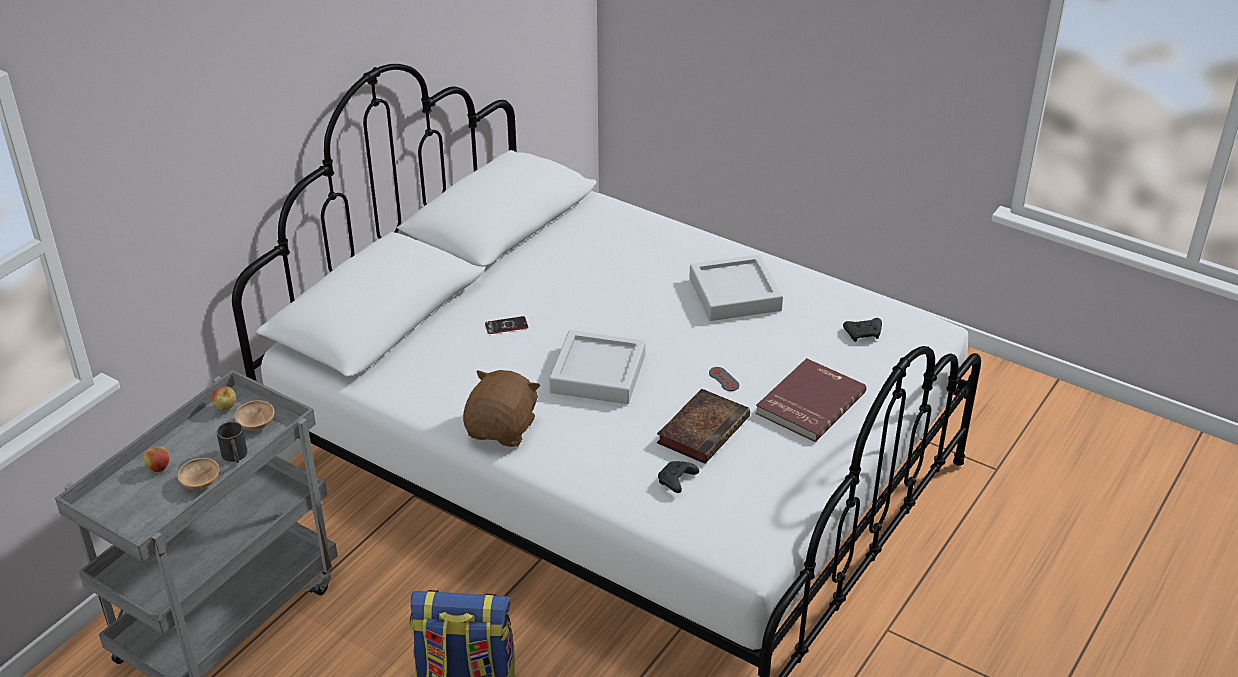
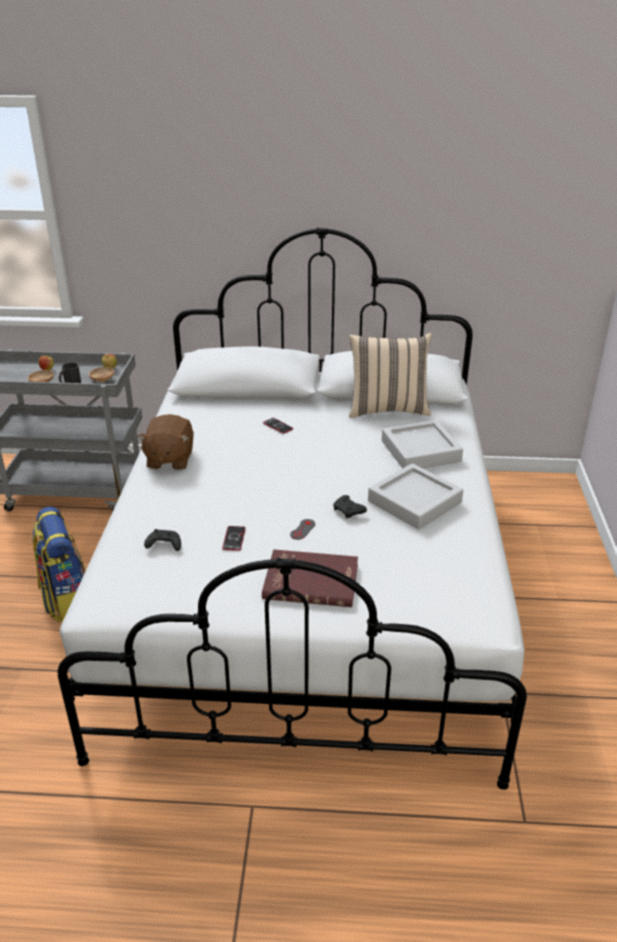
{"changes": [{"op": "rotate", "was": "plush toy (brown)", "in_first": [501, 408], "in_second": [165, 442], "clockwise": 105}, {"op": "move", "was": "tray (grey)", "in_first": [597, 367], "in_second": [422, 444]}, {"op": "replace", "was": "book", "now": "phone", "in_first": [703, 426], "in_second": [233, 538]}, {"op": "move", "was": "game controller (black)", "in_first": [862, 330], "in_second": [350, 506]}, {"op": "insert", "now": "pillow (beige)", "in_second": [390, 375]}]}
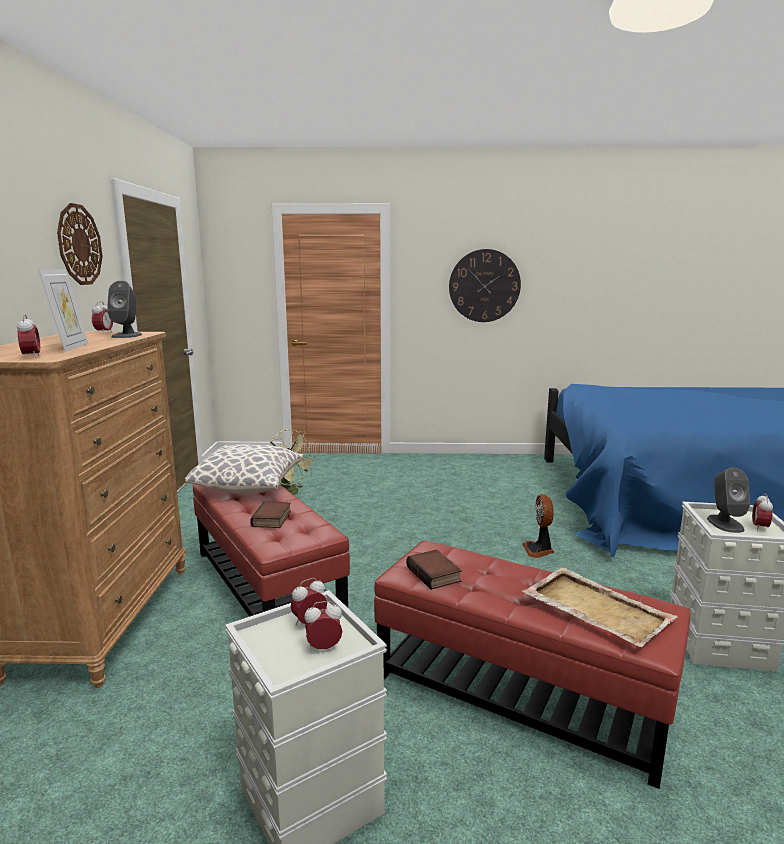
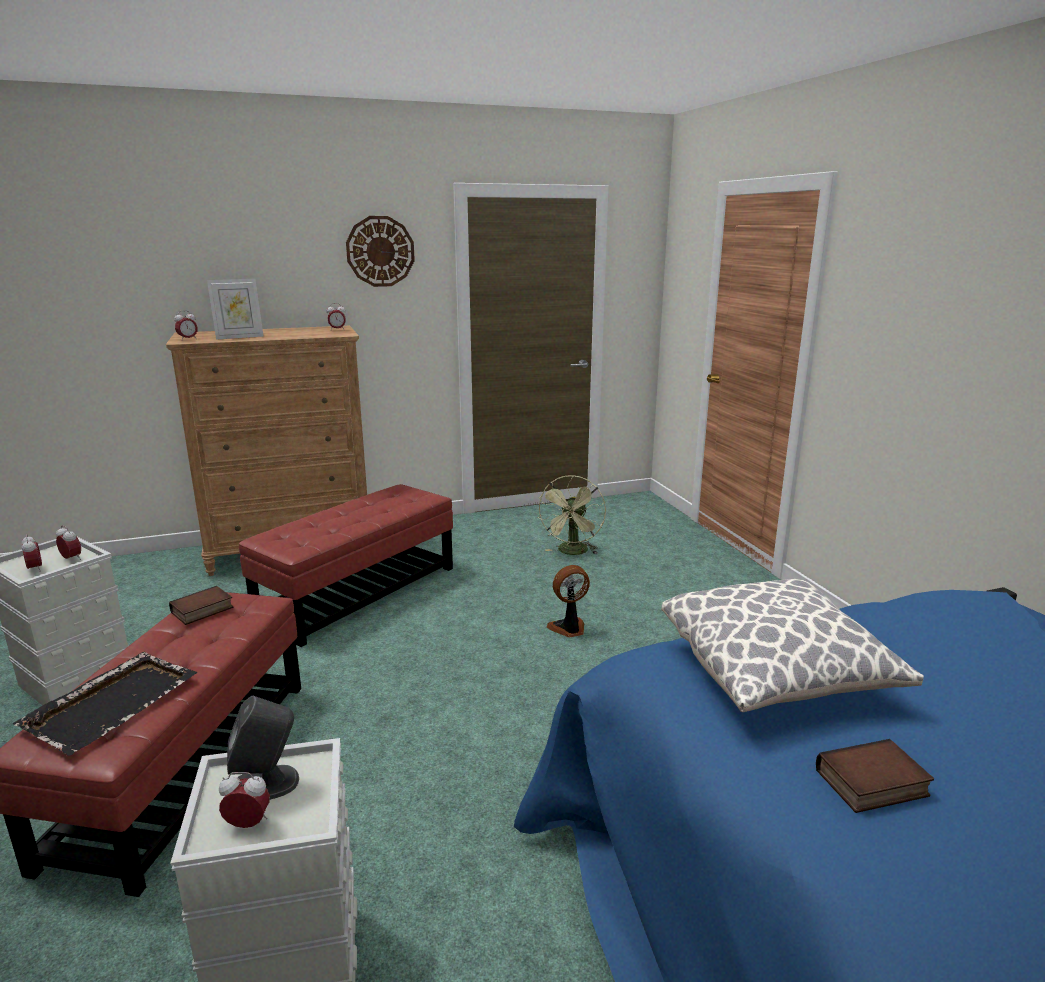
{"changes": [{"op": "delete", "was": "speaker (grey)", "in_first": [124, 309]}, {"op": "move", "was": "pillow", "in_first": [244, 469], "in_second": [792, 645]}, {"op": "move", "was": "book", "in_first": [270, 515], "in_second": [875, 776]}, {"op": "delete", "was": "wall clock", "in_first": [485, 285]}, {"op": "move", "was": "fan", "in_first": [538, 526], "in_second": [568, 601]}, {"op": "recolor", "was": "tray (beige)", "now": "tray (black)", "in_first": [600, 607], "in_second": [105, 703]}]}
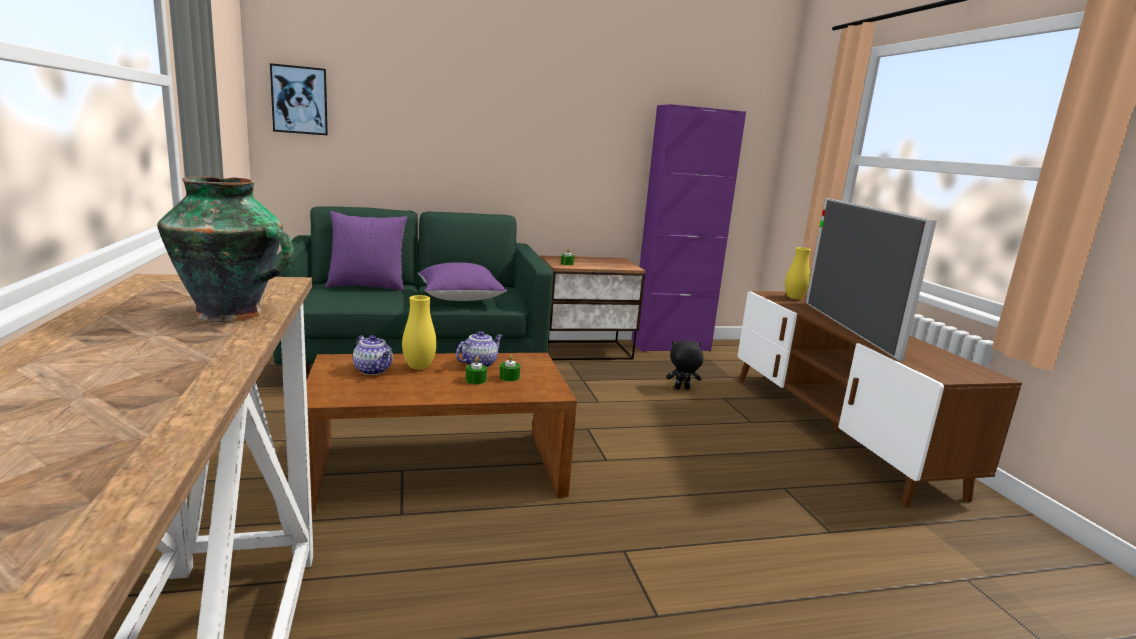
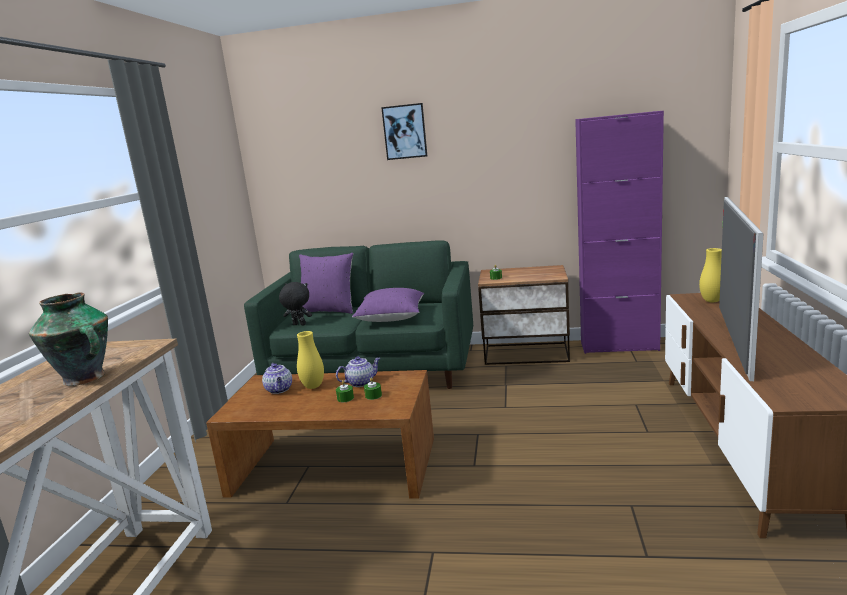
{"changes": [{"op": "move", "was": "picture", "in_first": [299, 99], "in_second": [404, 131]}, {"op": "move", "was": "plush toy (black)", "in_first": [685, 365], "in_second": [295, 303]}]}
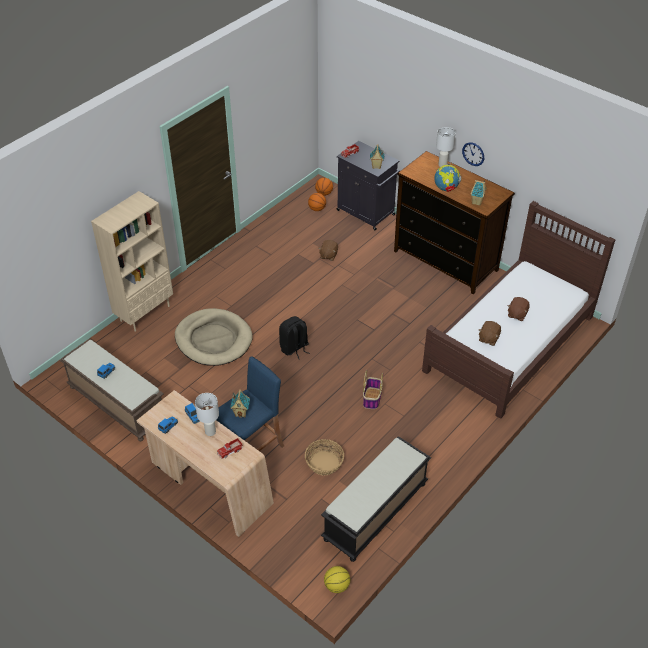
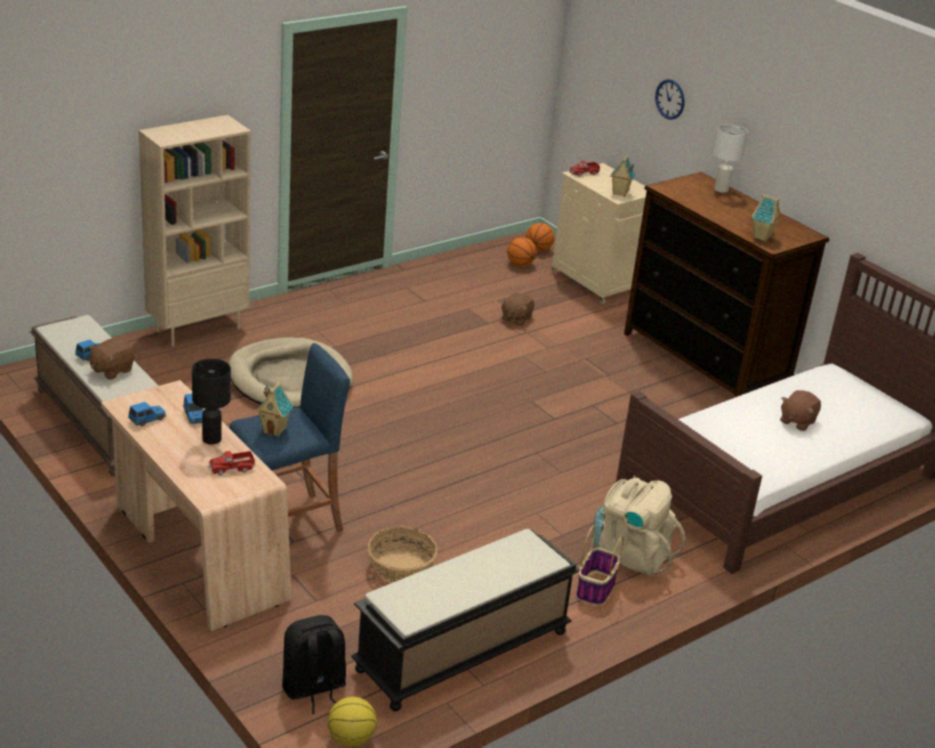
{"changes": [{"op": "recolor", "was": "table lamp (white)", "now": "table lamp (black)", "in_first": [207, 414], "in_second": [211, 402]}, {"op": "move", "was": "backpack (black)", "in_first": [294, 338], "in_second": [314, 664]}, {"op": "recolor", "was": "cabinet (black)", "now": "cabinet (beige)", "in_first": [368, 185], "in_second": [599, 234]}, {"op": "move", "was": "basket", "in_first": [373, 389], "in_second": [600, 565]}, {"op": "delete", "was": "globe", "in_first": [448, 177]}, {"op": "move", "was": "wall clock", "in_first": [473, 154], "in_second": [670, 99]}, {"op": "move", "was": "plush toy (brown)", "in_first": [490, 333], "in_second": [111, 359]}, {"op": "insert", "now": "backpack (beige)", "in_second": [639, 527]}]}
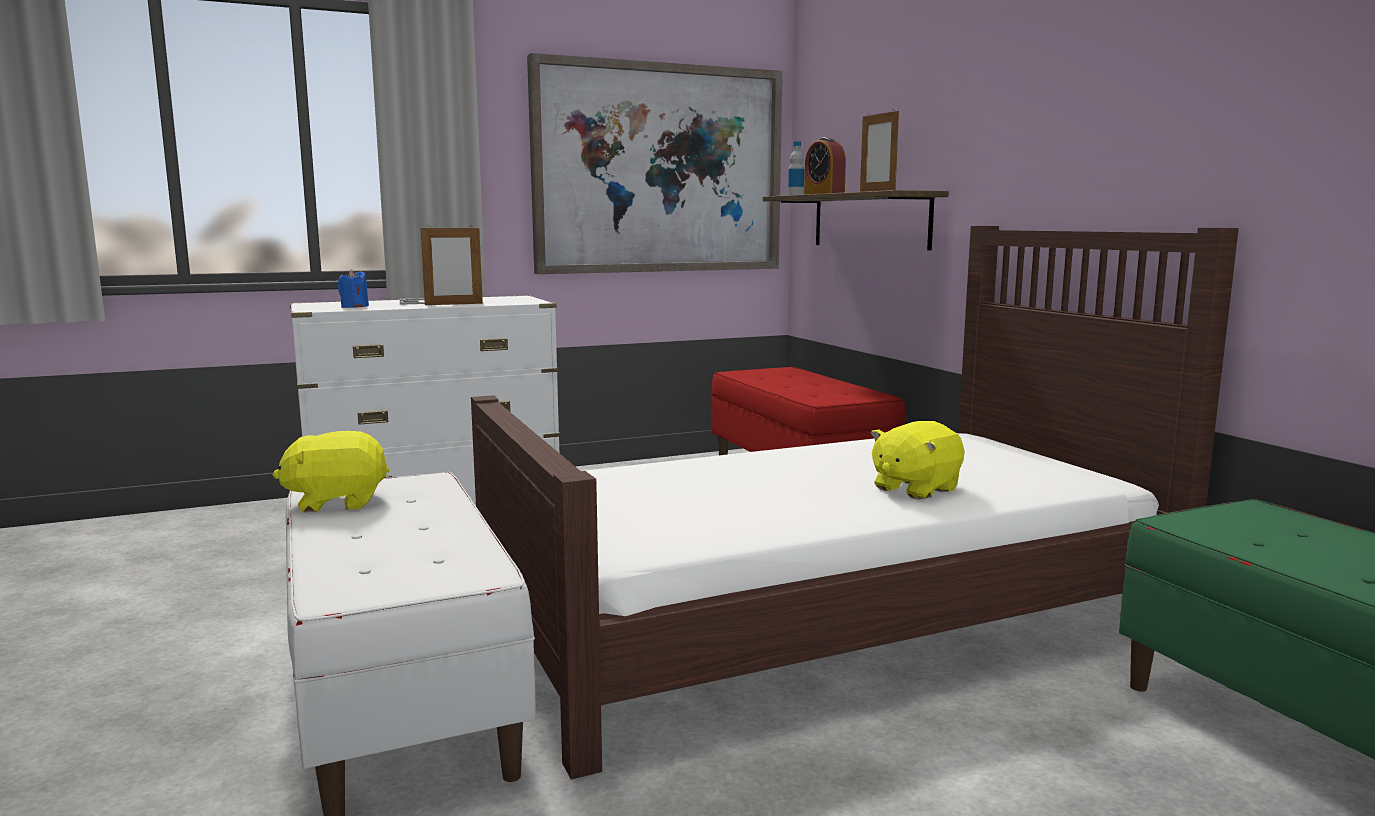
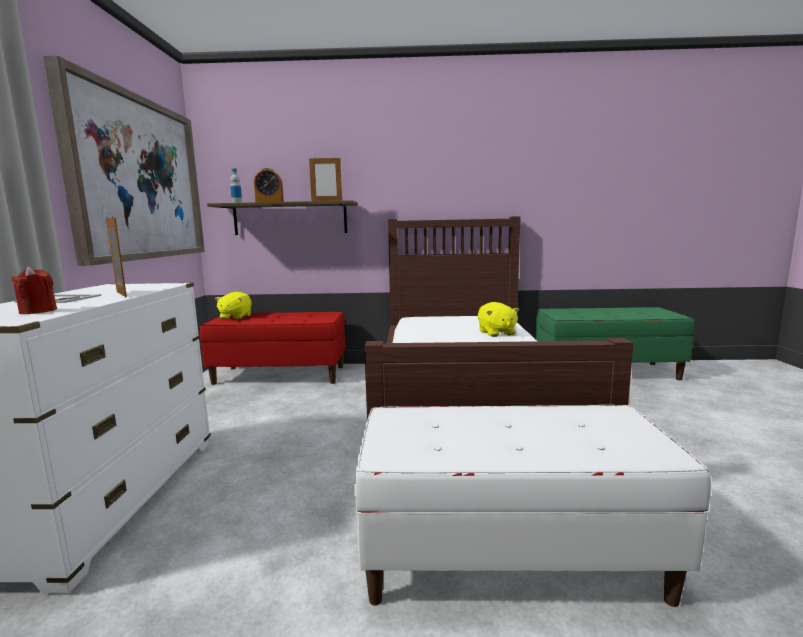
{"changes": [{"op": "move", "was": "plush toy (yellow)", "in_first": [331, 471], "in_second": [233, 306]}, {"op": "recolor", "was": "candle (blue)", "now": "candle (red)", "in_first": [353, 288], "in_second": [34, 290]}, {"op": "rotate", "was": "picture frame", "in_first": [451, 265], "in_second": [116, 256], "clockwise": -45}]}
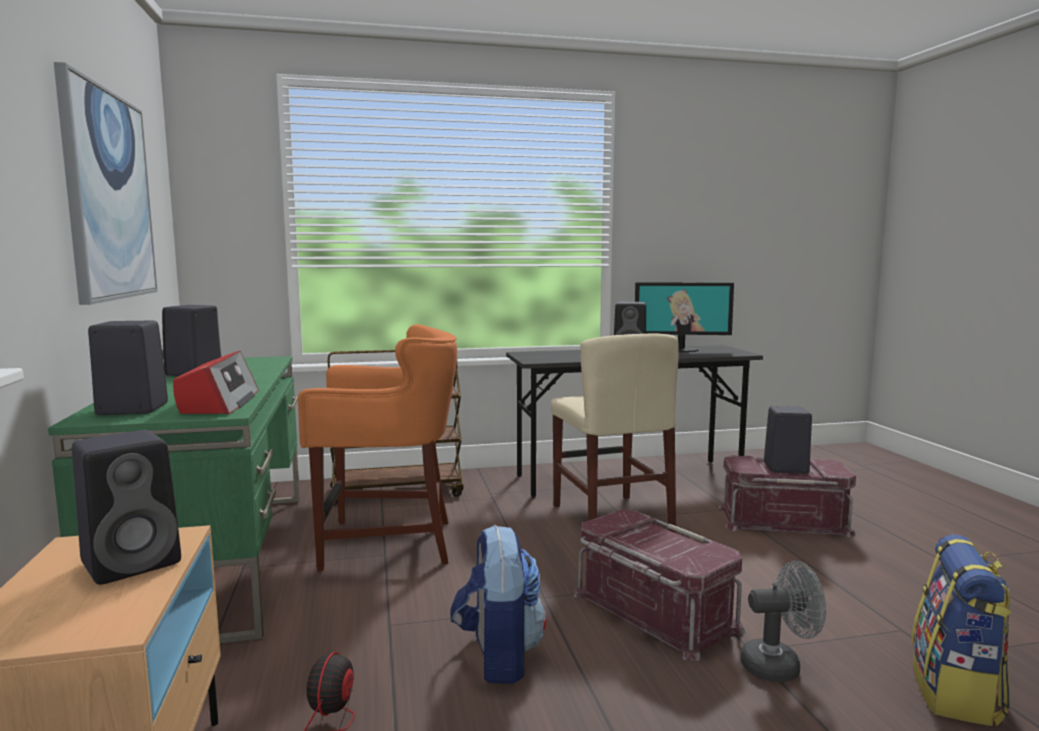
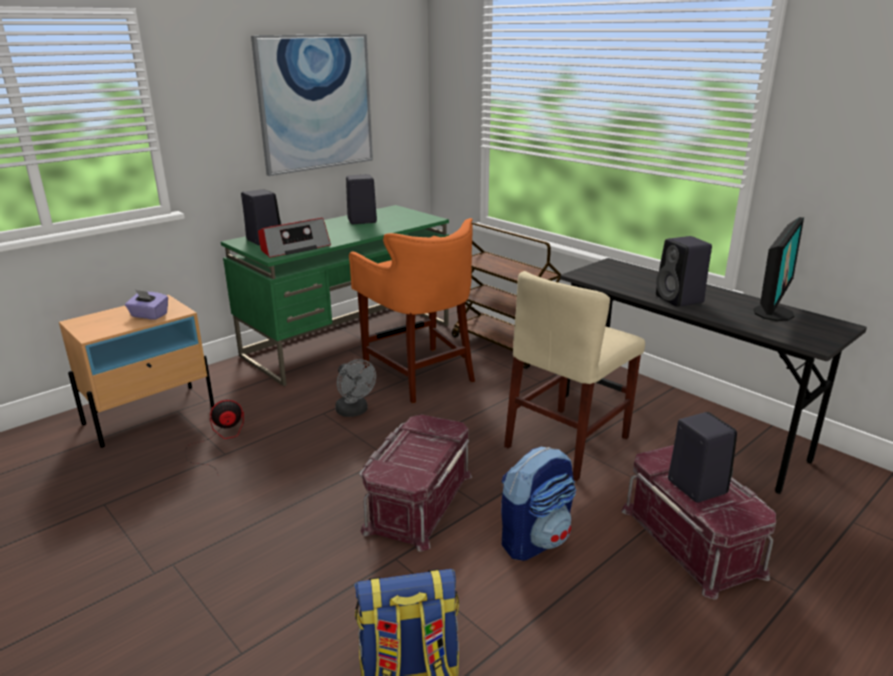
{"changes": [{"op": "replace", "was": "speaker (black)", "now": "tissue box (purple)", "in_first": [126, 507], "in_second": [146, 305]}, {"op": "move", "was": "backpack", "in_first": [498, 604], "in_second": [538, 504]}, {"op": "rotate", "was": "monitor", "in_first": [684, 317], "in_second": [779, 269], "clockwise": -120}, {"op": "move", "was": "fan (grey)", "in_first": [783, 621], "in_second": [355, 388]}]}
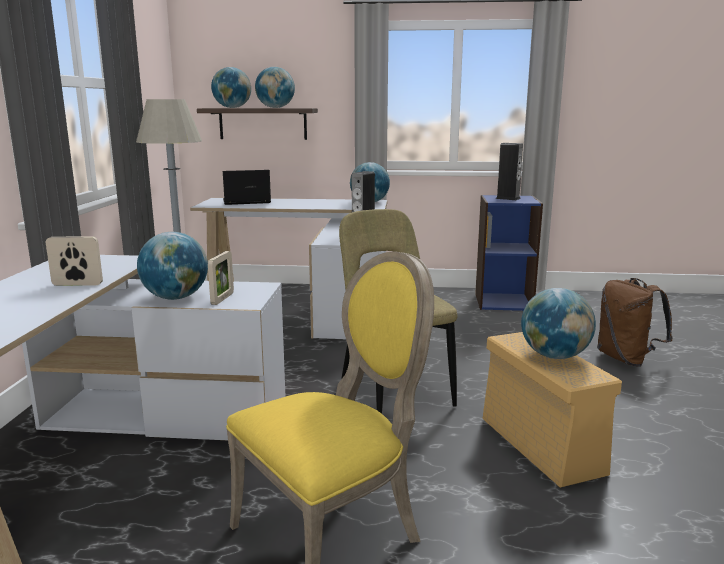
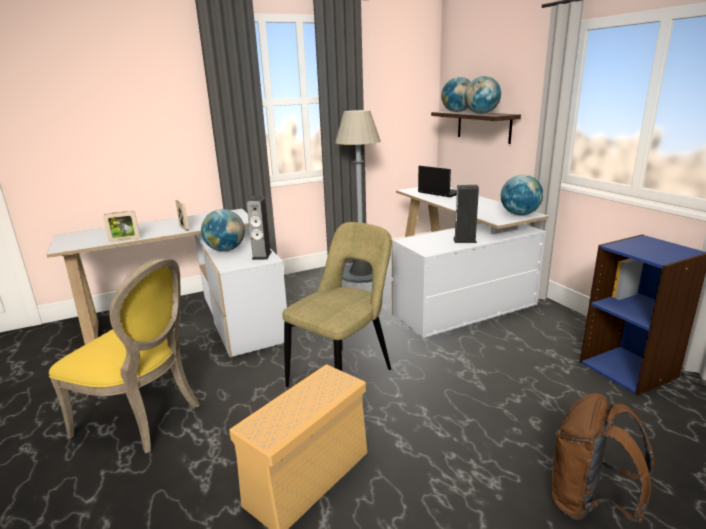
{"changes": [{"op": "move", "was": "picture frame", "in_first": [221, 278], "in_second": [121, 226]}, {"op": "move", "was": "speaker", "in_first": [509, 171], "in_second": [259, 228]}, {"op": "delete", "was": "globe", "in_first": [558, 323]}]}
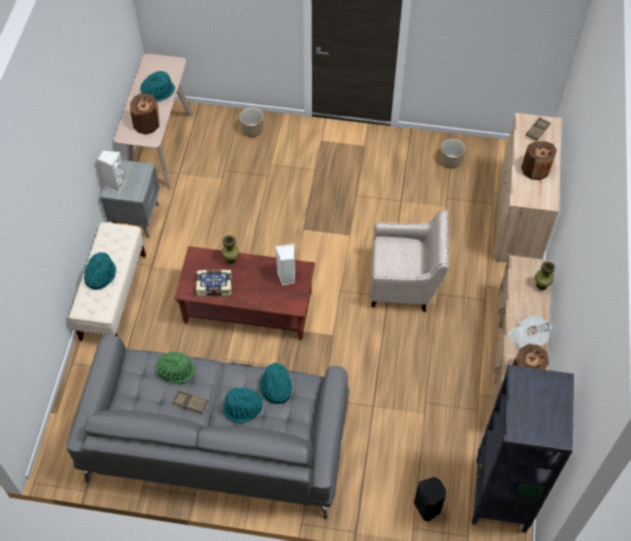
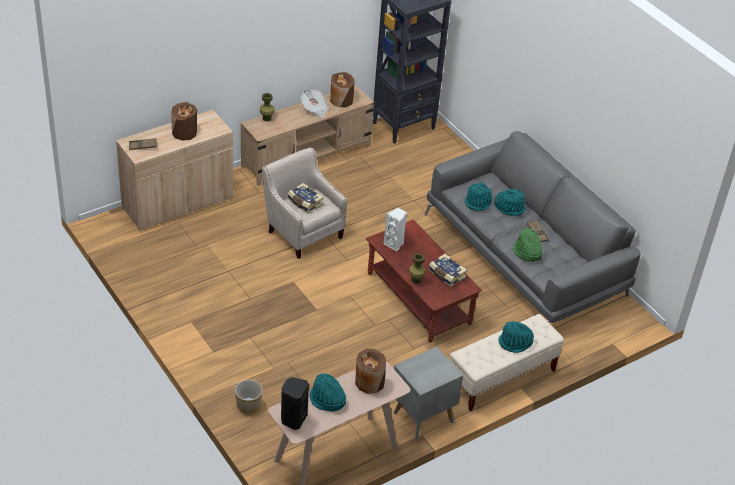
{"changes": [{"op": "delete", "was": "speaker (white)", "in_first": [112, 171]}, {"op": "move", "was": "speaker (black)", "in_first": [430, 499], "in_second": [295, 403]}, {"op": "delete", "was": "planter", "in_first": [453, 153]}, {"op": "insert", "now": "book", "in_second": [306, 198]}]}
